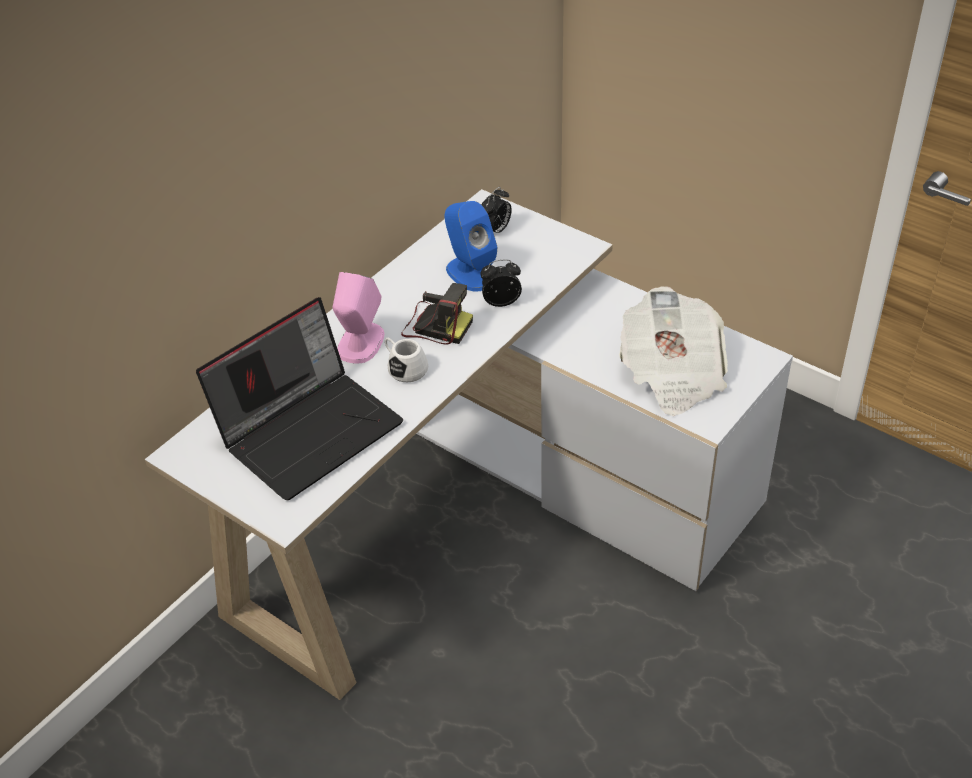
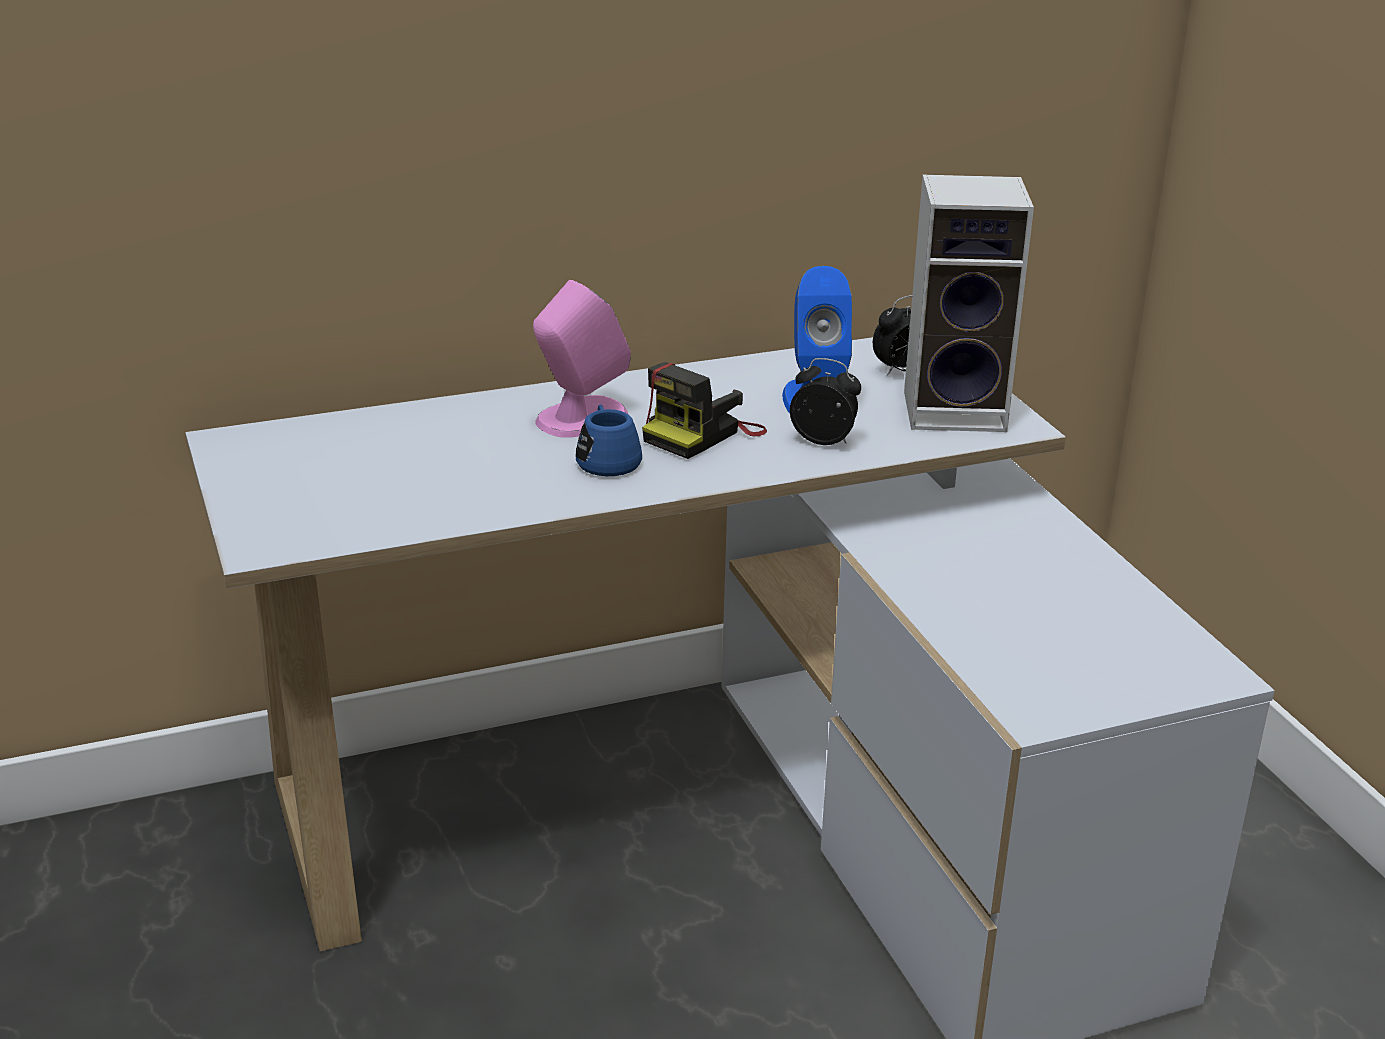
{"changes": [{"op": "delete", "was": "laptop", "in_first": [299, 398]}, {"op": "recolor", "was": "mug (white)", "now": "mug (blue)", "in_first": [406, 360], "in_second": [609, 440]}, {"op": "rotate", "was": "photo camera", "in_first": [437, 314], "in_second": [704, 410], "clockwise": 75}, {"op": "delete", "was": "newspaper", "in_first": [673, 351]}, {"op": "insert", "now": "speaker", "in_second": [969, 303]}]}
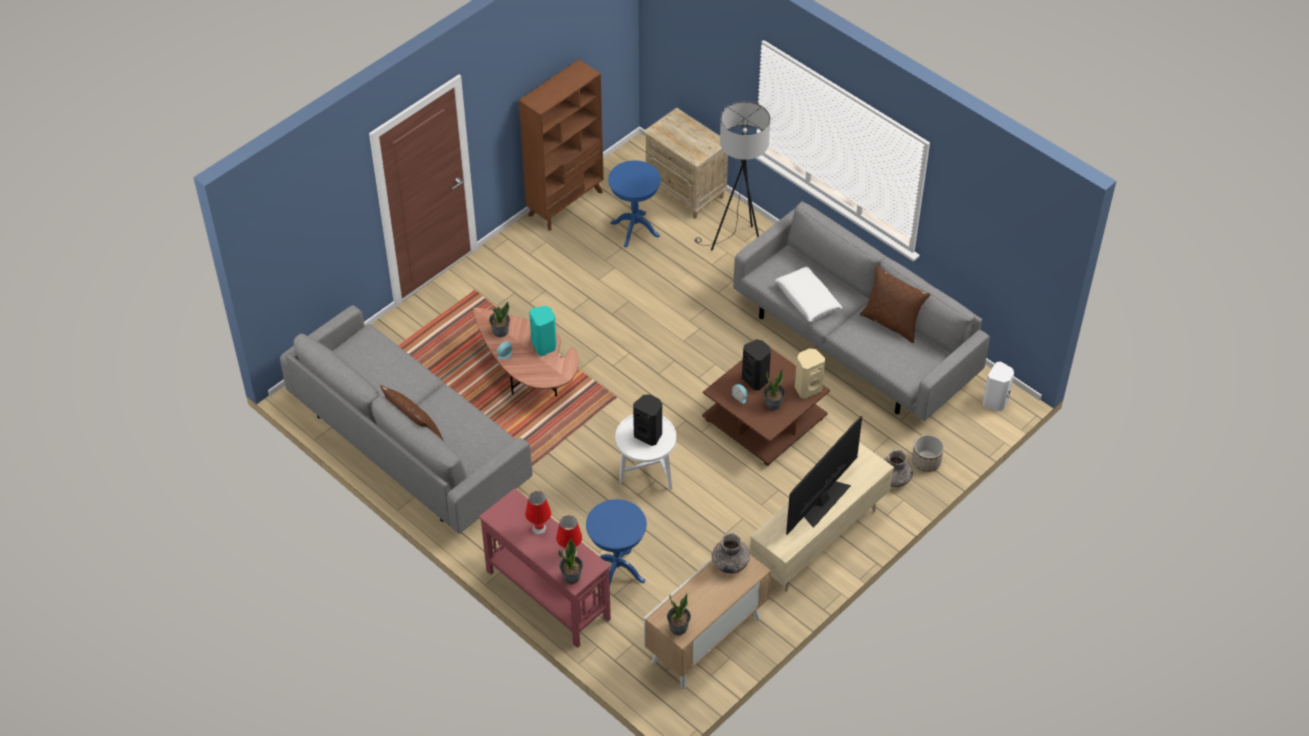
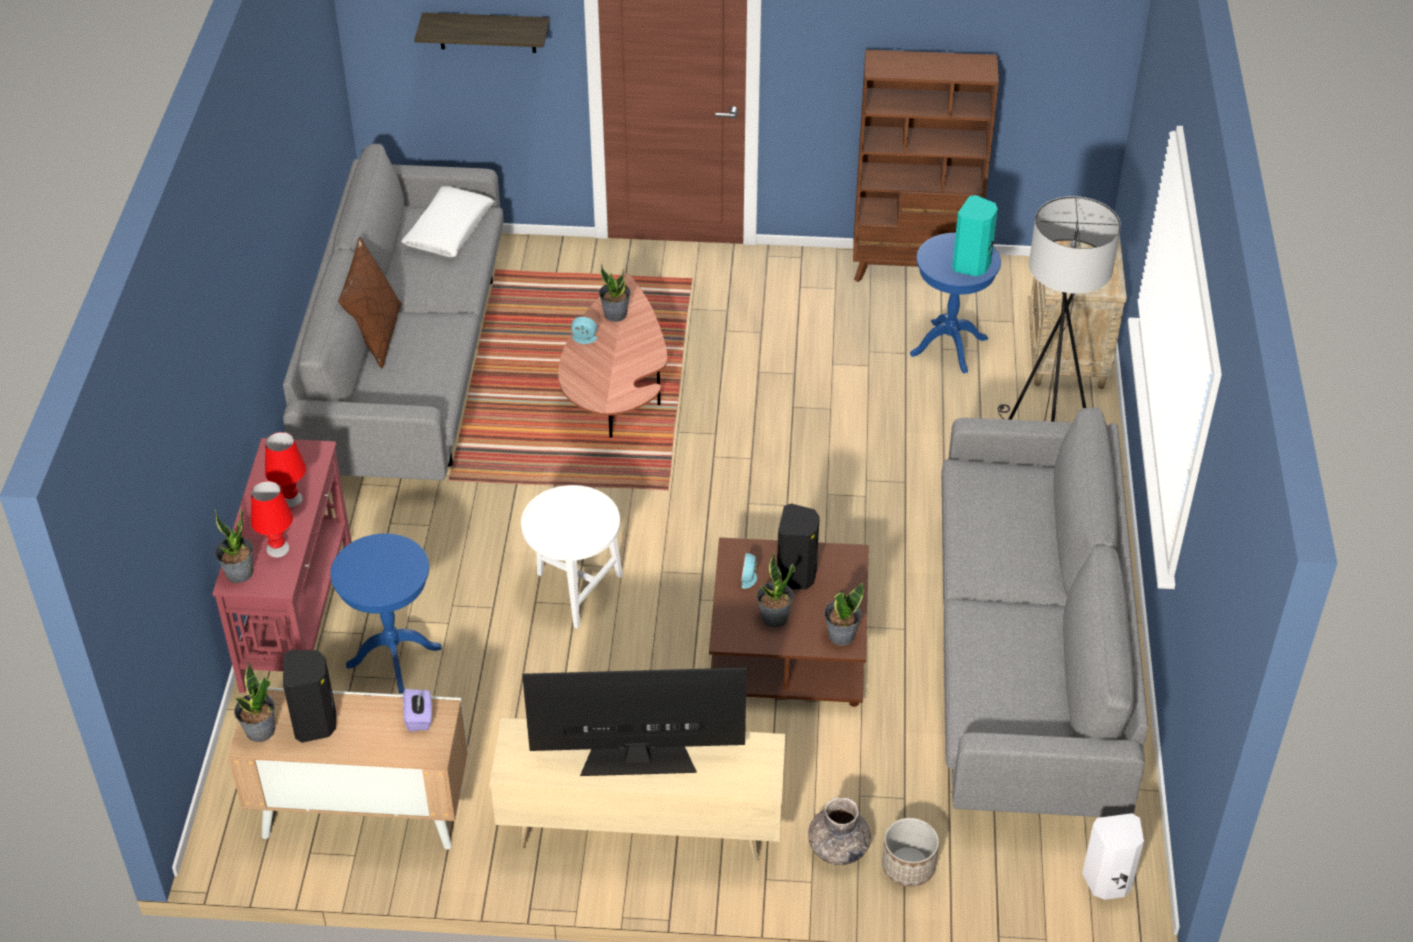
{"changes": [{"op": "move", "was": "speaker (turquoise)", "in_first": [543, 331], "in_second": [975, 235]}, {"op": "move", "was": "speaker (black)", "in_first": [647, 420], "in_second": [309, 696]}, {"op": "replace", "was": "vase (grey)", "now": "tissue box (purple)", "in_first": [731, 553], "in_second": [417, 710]}, {"op": "move", "was": "pillow (white)", "in_first": [808, 294], "in_second": [447, 221]}, {"op": "replace", "was": "speaker (beige)", "now": "potted plant", "in_first": [810, 374], "in_second": [844, 614]}, {"op": "delete", "was": "pillow (brown)", "in_first": [895, 304]}, {"op": "insert", "now": "shelf", "in_second": [482, 32]}]}
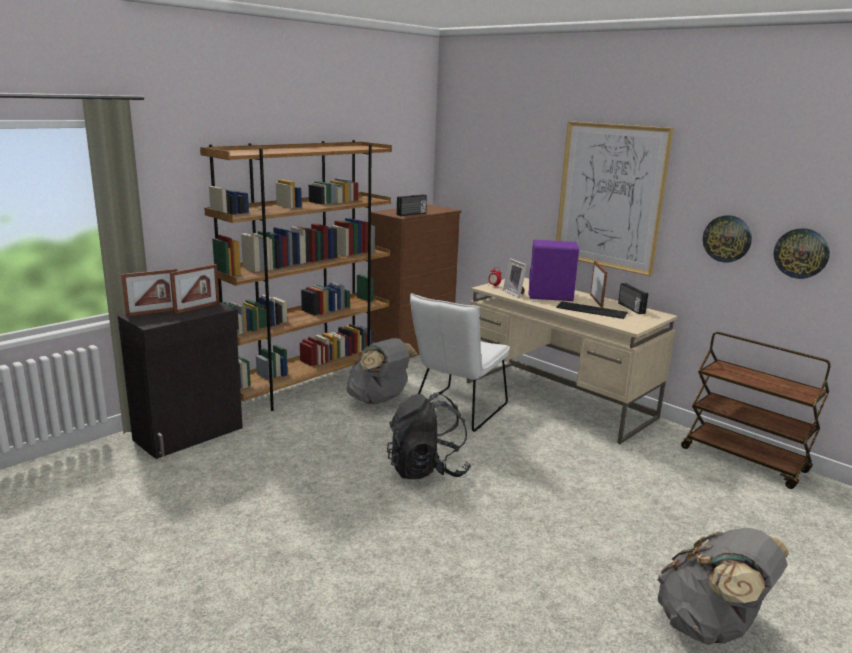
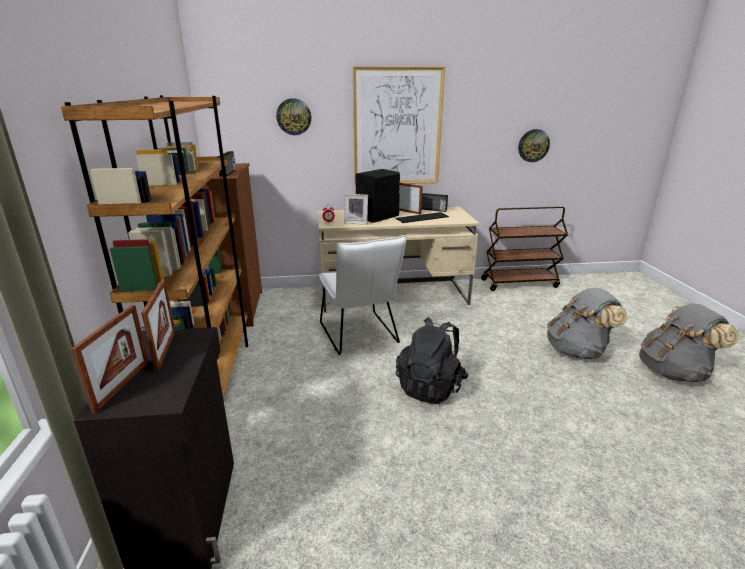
{"changes": [{"op": "move", "was": "backpack (grey)", "in_first": [381, 371], "in_second": [587, 323]}, {"op": "recolor", "was": "speaker (purple)", "now": "speaker (black)", "in_first": [553, 270], "in_second": [377, 196]}, {"op": "move", "was": "wall clock", "in_first": [727, 239], "in_second": [293, 116]}]}
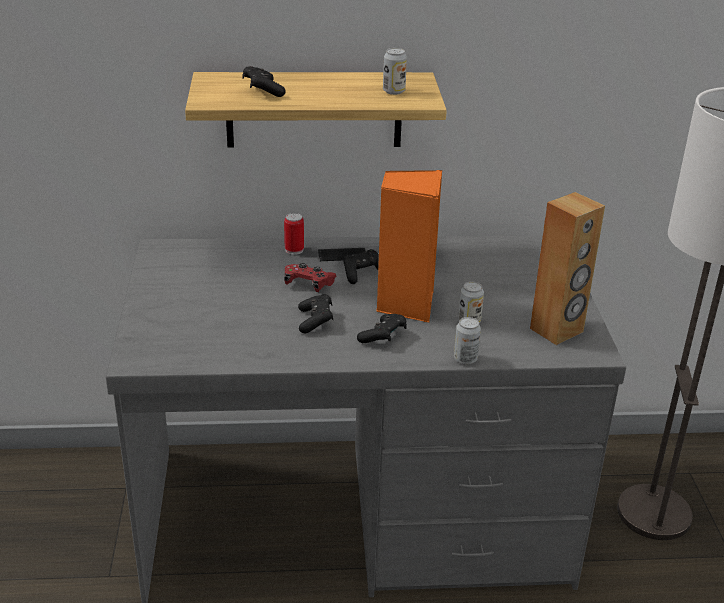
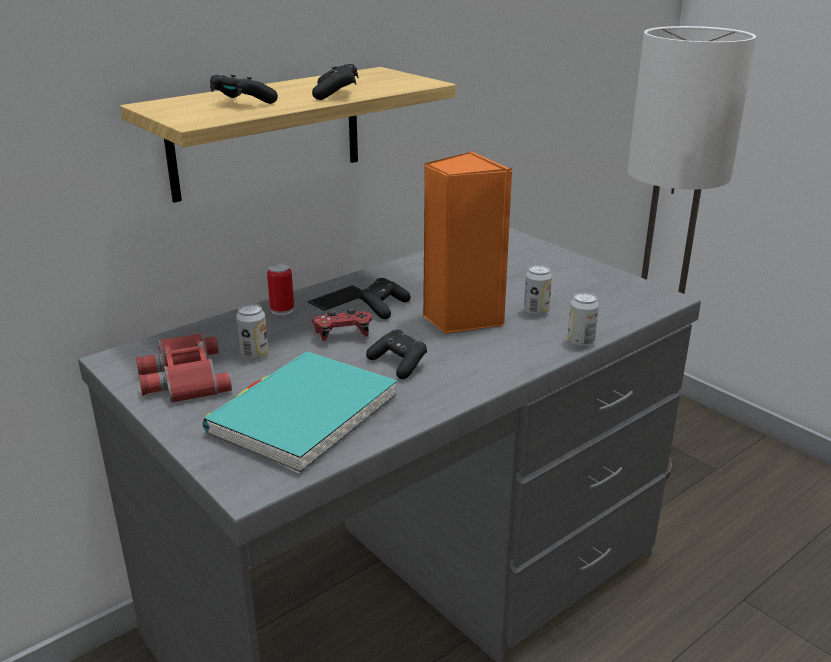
{"changes": [{"op": "move", "was": "game controller (black)", "in_first": [382, 328], "in_second": [335, 82]}, {"op": "move", "was": "can", "in_first": [395, 71], "in_second": [252, 332]}, {"op": "delete", "was": "speaker (brown)", "in_first": [567, 268]}, {"op": "insert", "now": "binoculars (red)", "in_second": [184, 368]}, {"op": "insert", "now": "book (turquoise)", "in_second": [299, 413]}]}
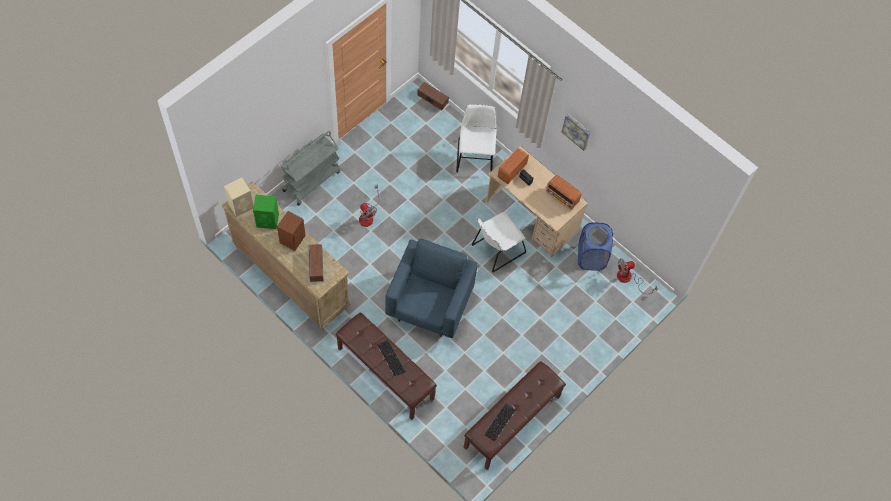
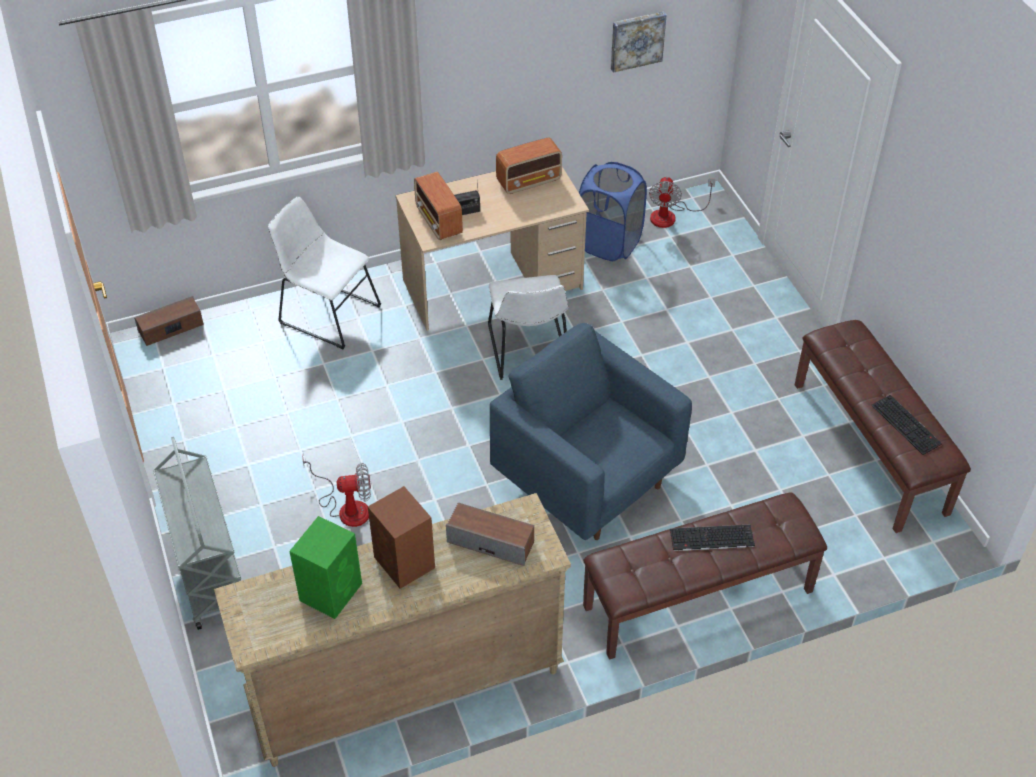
{"changes": [{"op": "delete", "was": "speaker (beige)", "in_first": [239, 197]}, {"op": "move", "was": "picture", "in_first": [576, 132], "in_second": [639, 42]}]}
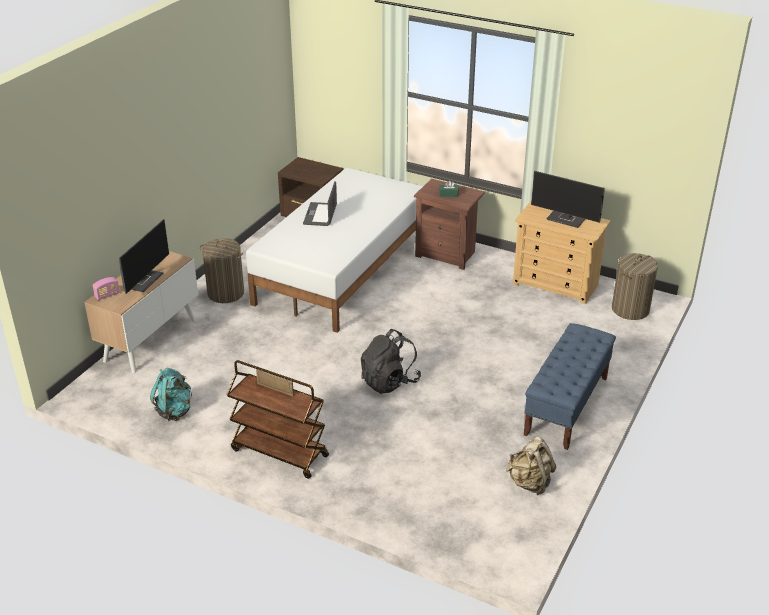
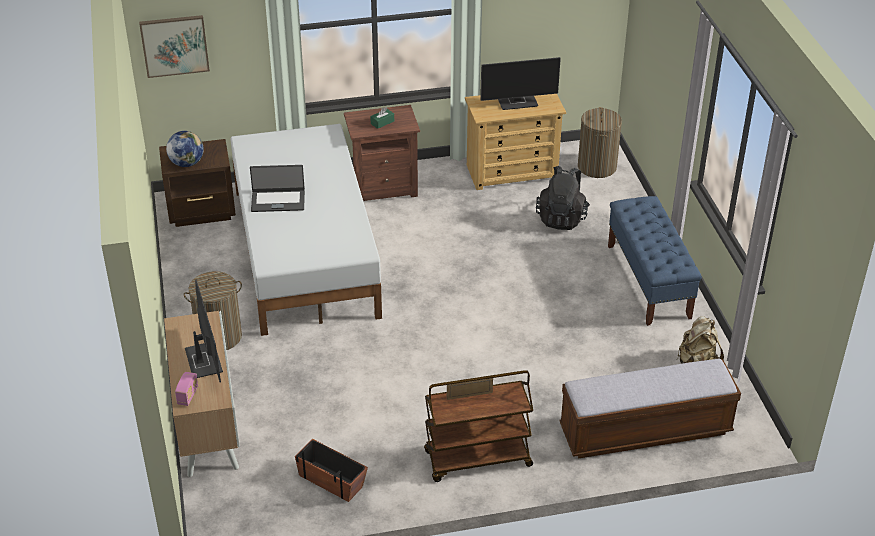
{"changes": [{"op": "replace", "was": "backpack (turquoise)", "now": "planter", "in_first": [171, 394], "in_second": [331, 470]}, {"op": "rotate", "was": "laptop", "in_first": [320, 203], "in_second": [277, 188], "clockwise": -60}, {"op": "move", "was": "backpack (black)", "in_first": [391, 361], "in_second": [563, 198]}, {"op": "insert", "now": "picture", "in_second": [174, 46]}, {"op": "insert", "now": "globe", "in_second": [185, 149]}, {"op": "insert", "now": "bench", "in_second": [650, 409]}]}
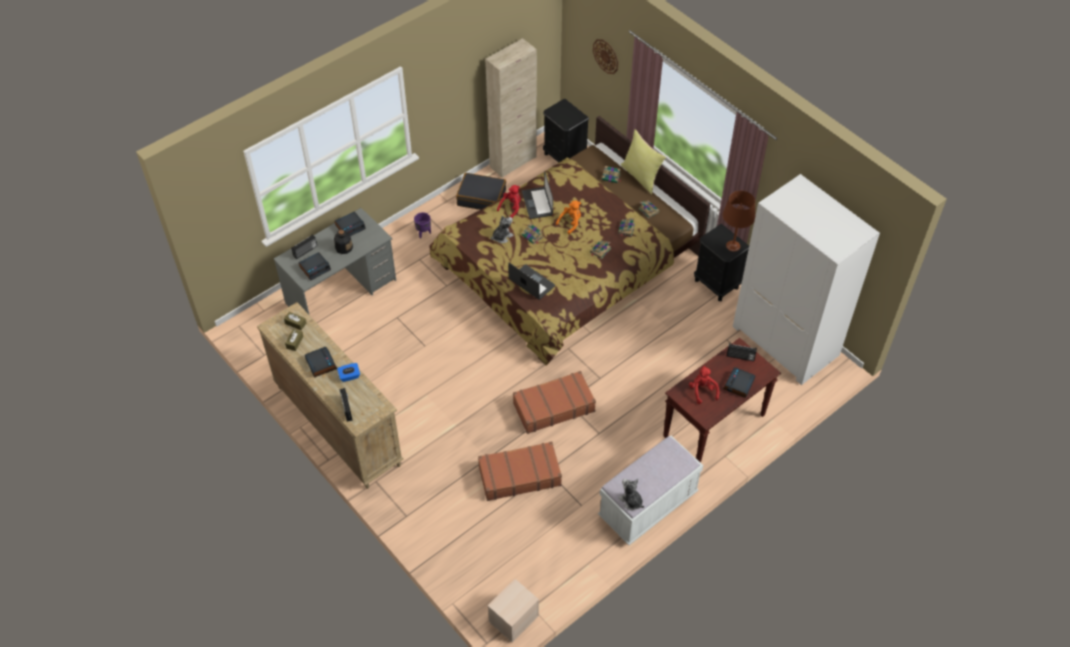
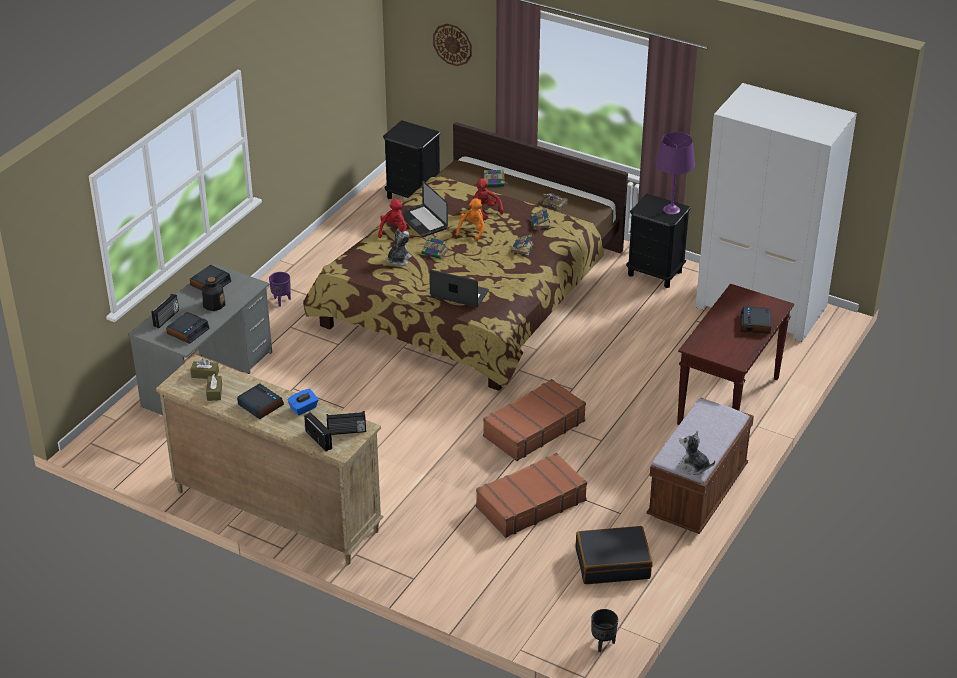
{"changes": [{"op": "move", "was": "suitcase (black)", "in_first": [481, 191], "in_second": [614, 555]}, {"op": "delete", "was": "cabinet (beige)", "in_first": [511, 108]}, {"op": "replace", "was": "storage box (beige)", "now": "planter (black)", "in_first": [513, 611], "in_second": [604, 630]}, {"op": "recolor", "was": "bench (white)", "now": "bench (brown)", "in_first": [650, 490], "in_second": [700, 466]}, {"op": "delete", "was": "pillow (yellow)", "in_first": [643, 162]}, {"op": "move", "was": "plush toy (red)", "in_first": [704, 385], "in_second": [486, 199]}, {"op": "recolor", "was": "table lamp (brown)", "now": "table lamp (purple)", "in_first": [739, 221], "in_second": [675, 173]}, {"op": "move", "was": "radio", "in_first": [742, 352], "in_second": [346, 423]}]}
